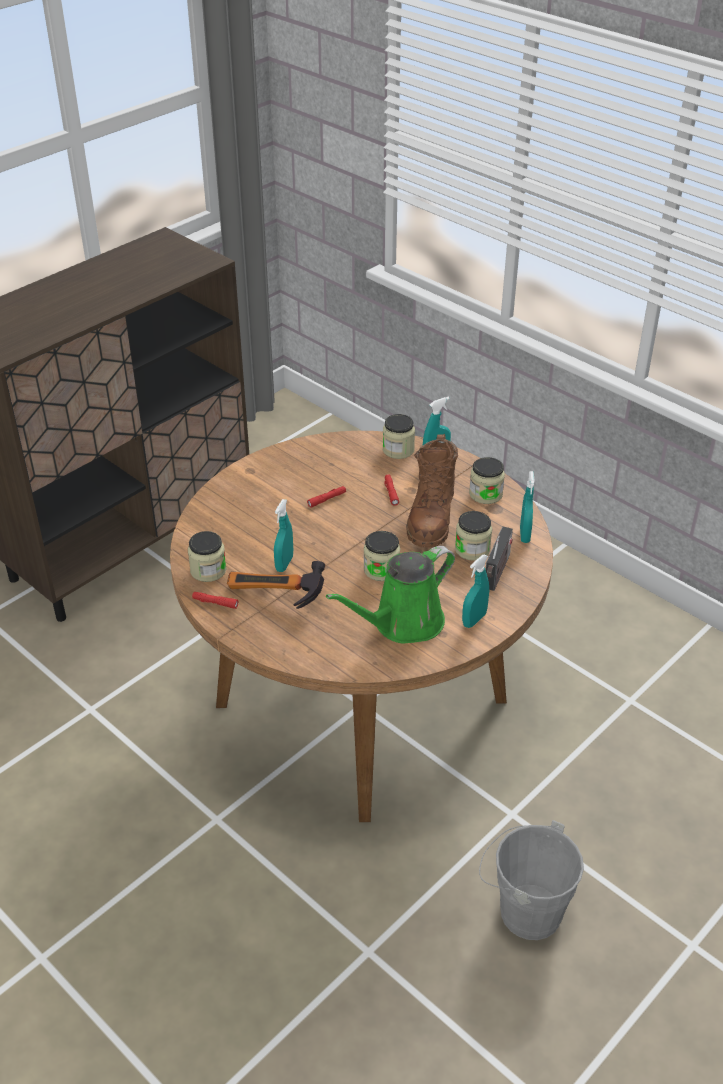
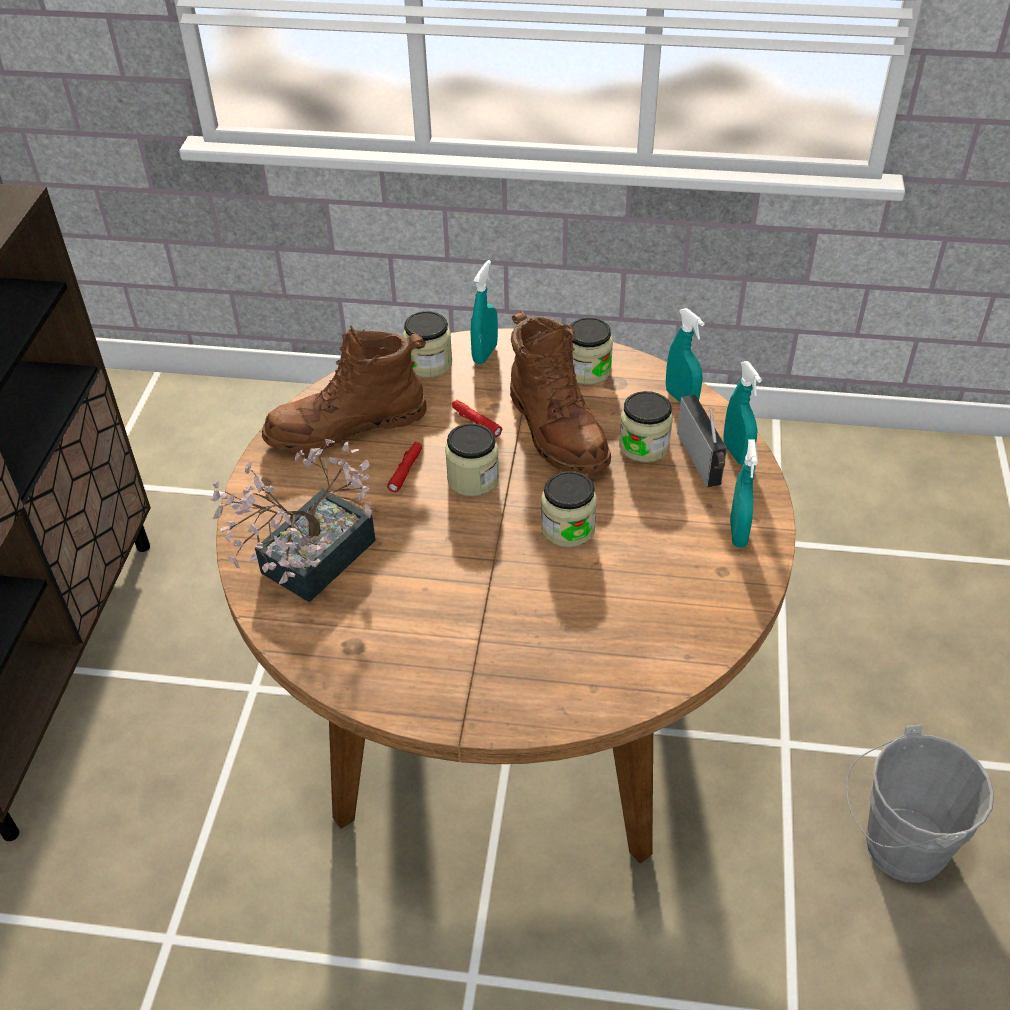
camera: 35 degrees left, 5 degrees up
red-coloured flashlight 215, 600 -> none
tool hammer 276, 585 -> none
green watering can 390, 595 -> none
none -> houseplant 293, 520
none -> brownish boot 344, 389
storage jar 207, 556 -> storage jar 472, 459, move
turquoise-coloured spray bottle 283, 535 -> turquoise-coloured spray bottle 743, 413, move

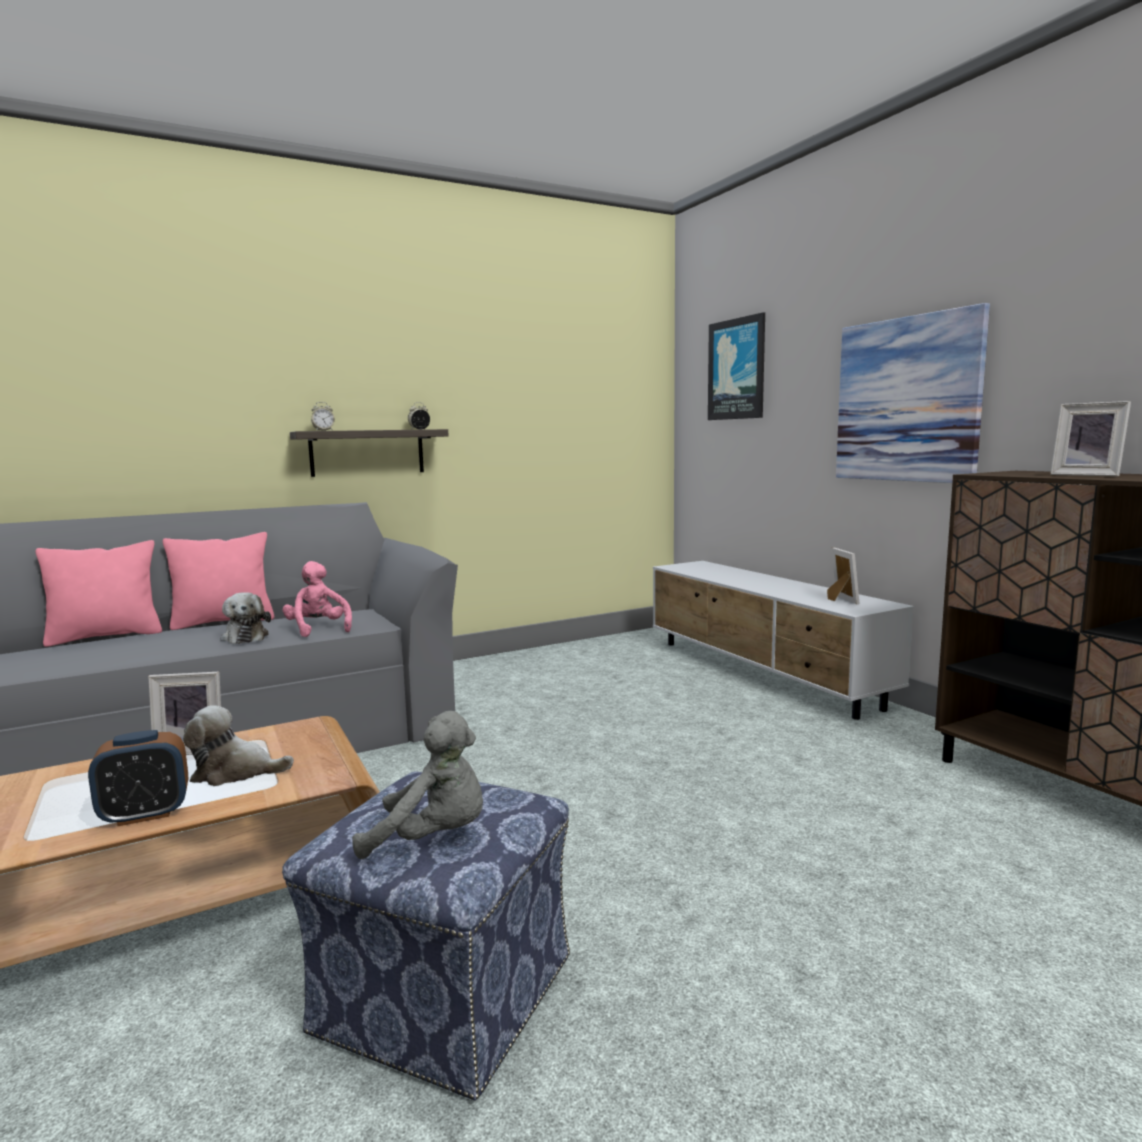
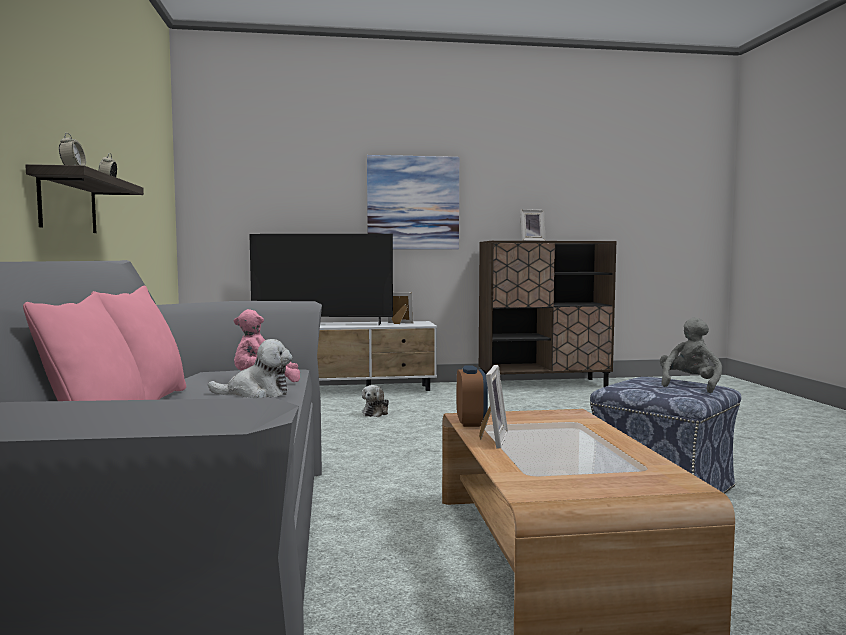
camera: 70 degrees left, 5 degrees down
wall picture 736, 366 -> none
none -> TV 321, 279
bedside clock 138, 778 -> bedside clock 472, 396, move
plush toy 238, 745 -> plush toy 375, 401, move

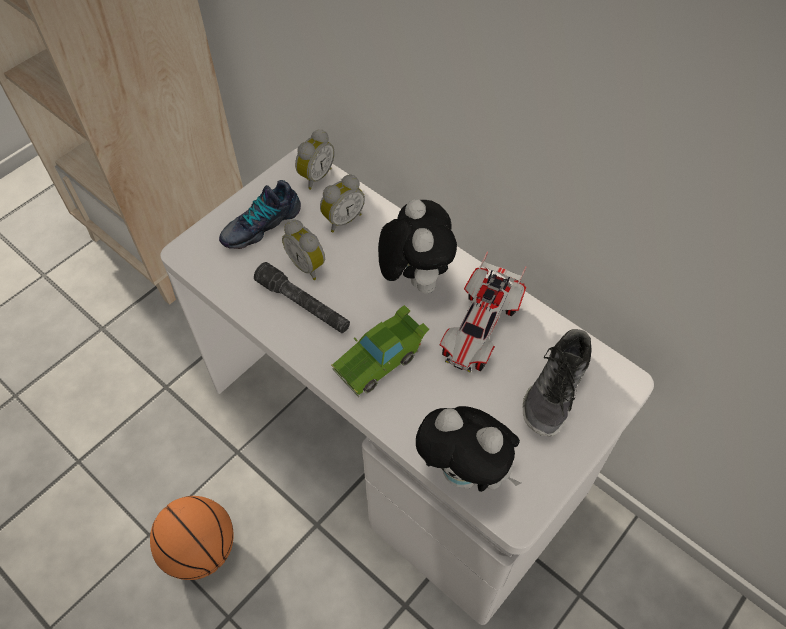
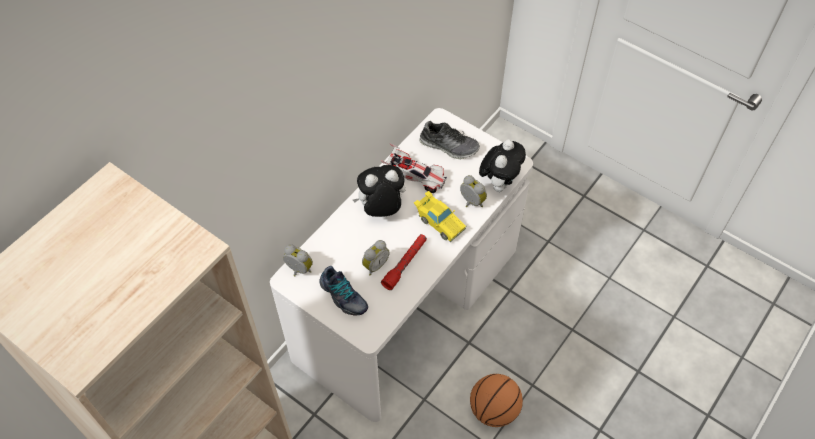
camera: 95 degrees left, 0 degrees up
bedside clock 342, 204 -> bedside clock 473, 191, move
grey flashlight 302, 297 -> red-coloured flashlight 404, 262
green miniature car 380, 351 -> yellow-coloured miniature car 440, 216

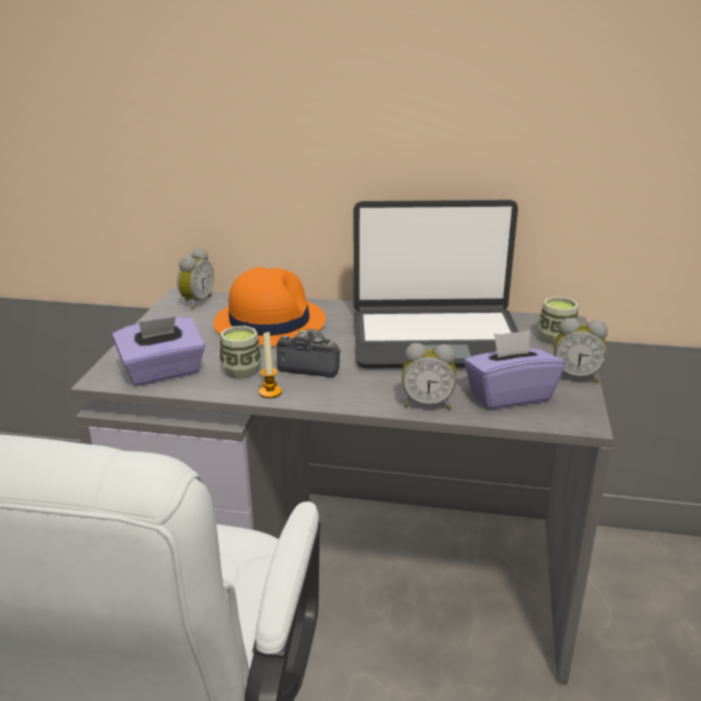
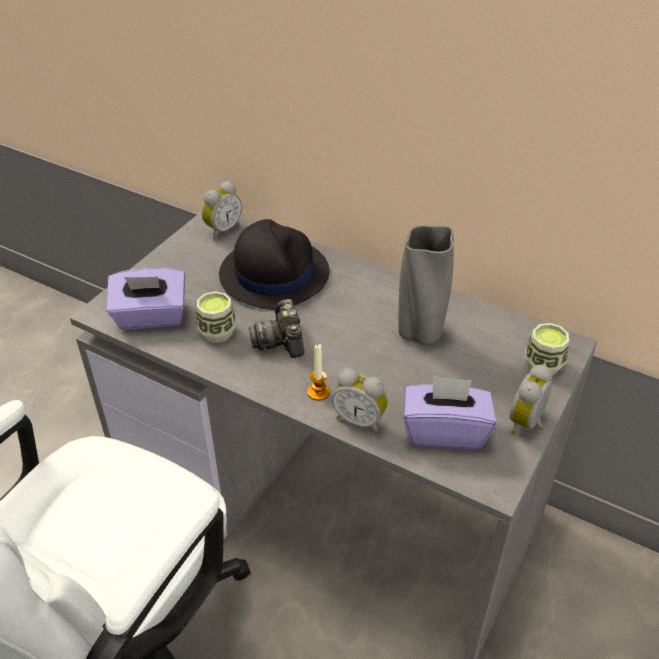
camera: 20 degrees right, 15 degrees up
wax candle 270, 364 -> wax candle 318, 372, move
notebook computer 436, 284 -> grey decorative vase 426, 285
orange-coloured wearable hat 269, 306 -> black-coloured wearable hat 274, 264
photo camera 309, 353 -> photo camera 276, 328, 135 degrees counterclockwise
bedside clock 581, 350 -> bedside clock 531, 399, 90 degrees clockwise

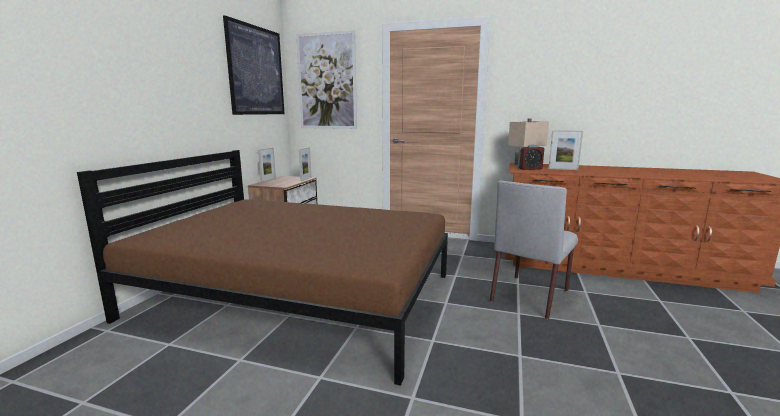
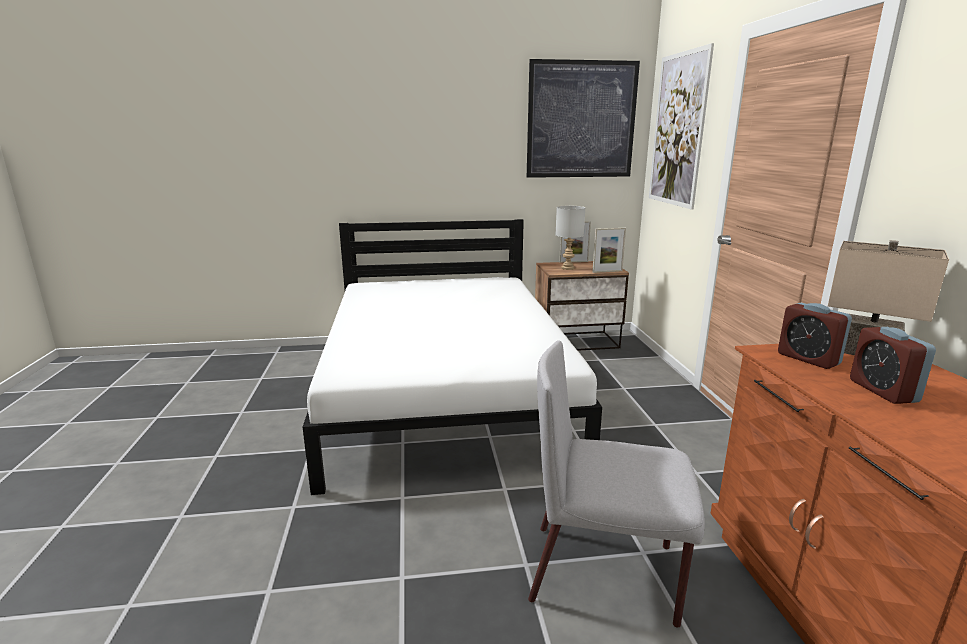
camera: 65 degrees right, 5 degrees up
none -> grey tabletop lamp 570, 238
standing frame 565, 150 -> bedside clock 893, 365
brownish sleeping bed 262, 268 -> white sleeping bed 452, 357

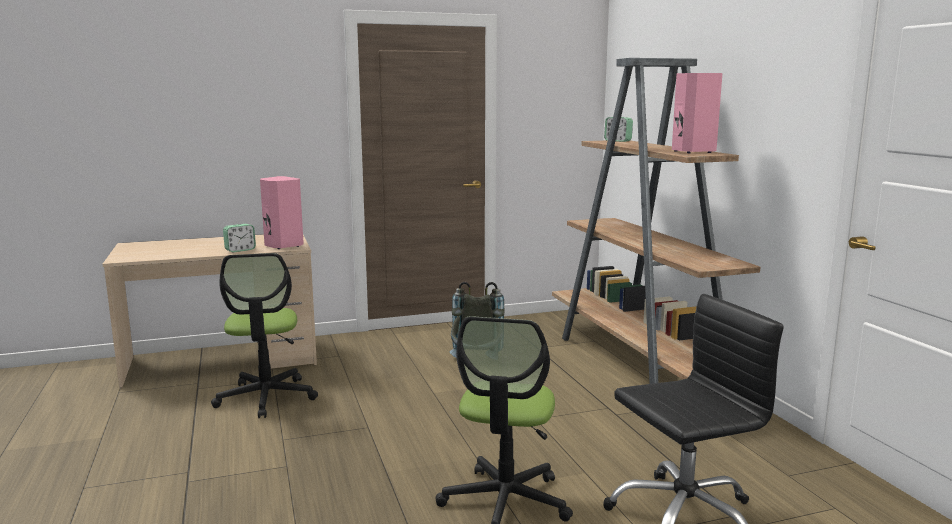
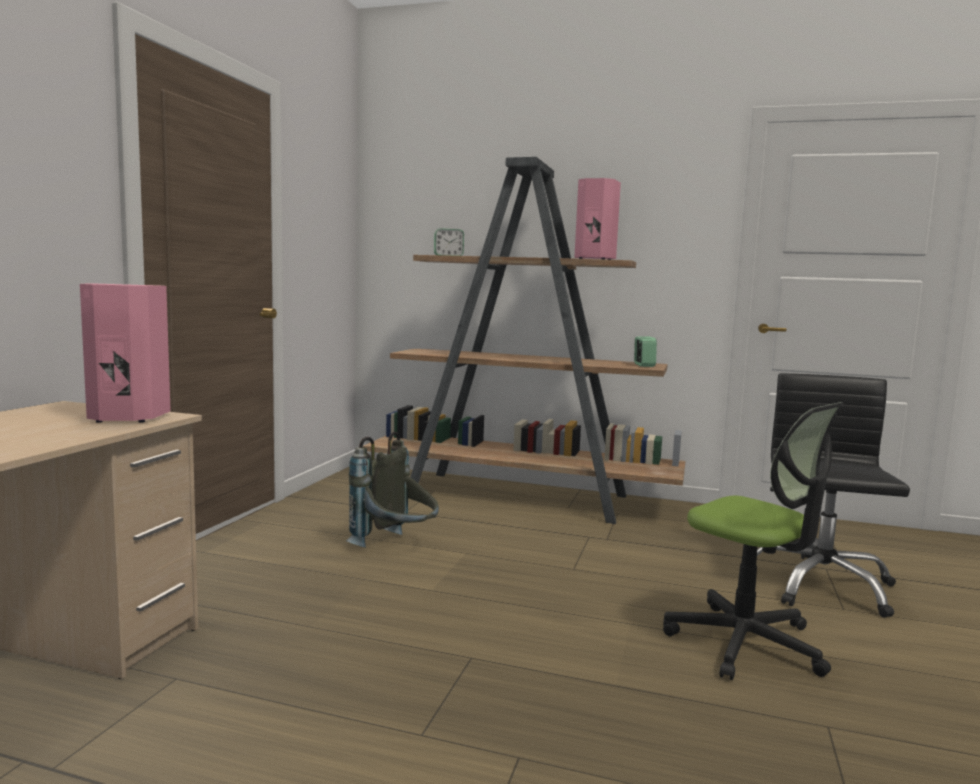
camera: 55 degrees left, 5 degrees down
desk chair 264, 335 -> none
bedside clock 239, 238 -> bedside clock 645, 351, move

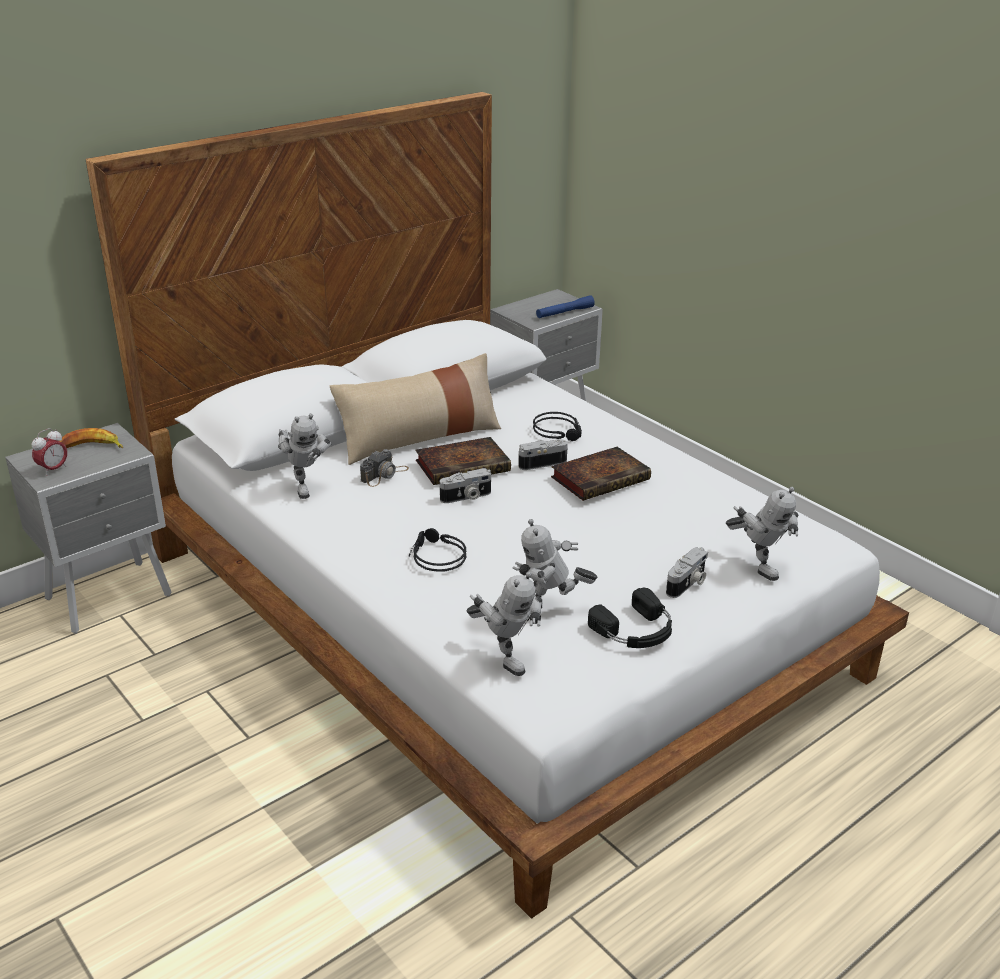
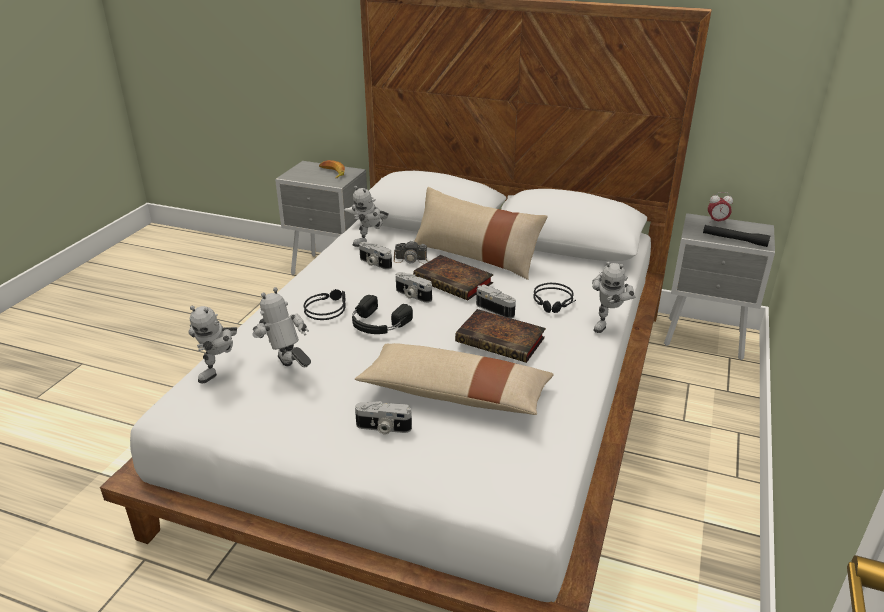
camera: 60 degrees right, 0 degrees up
none -> beige pillow 454, 379
none -> photo camera 375, 256
bedside clock 49, 452 -> bedside clock 720, 208, move
black-coloured headphones 630, 618 -> black-coloured headphones 382, 314, move
toy robot 762, 534 -> toy robot 613, 297, move
blue flashlight 565, 306 -> black-coloured flashlight 736, 236

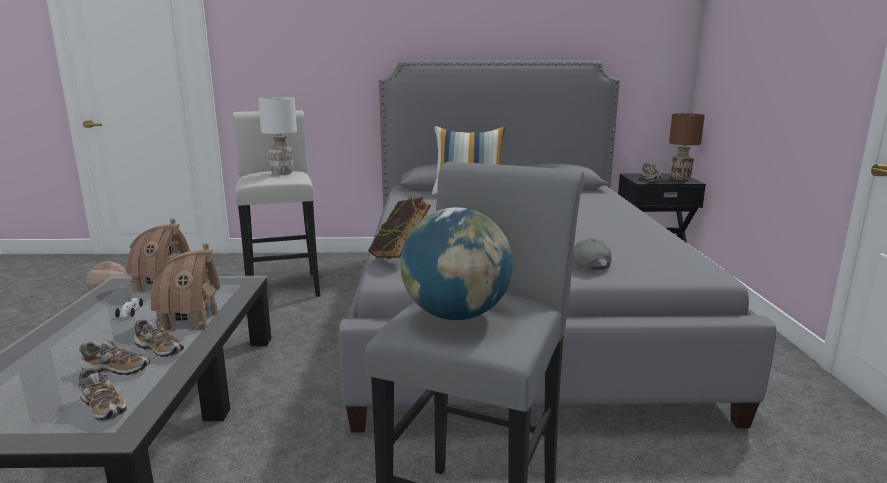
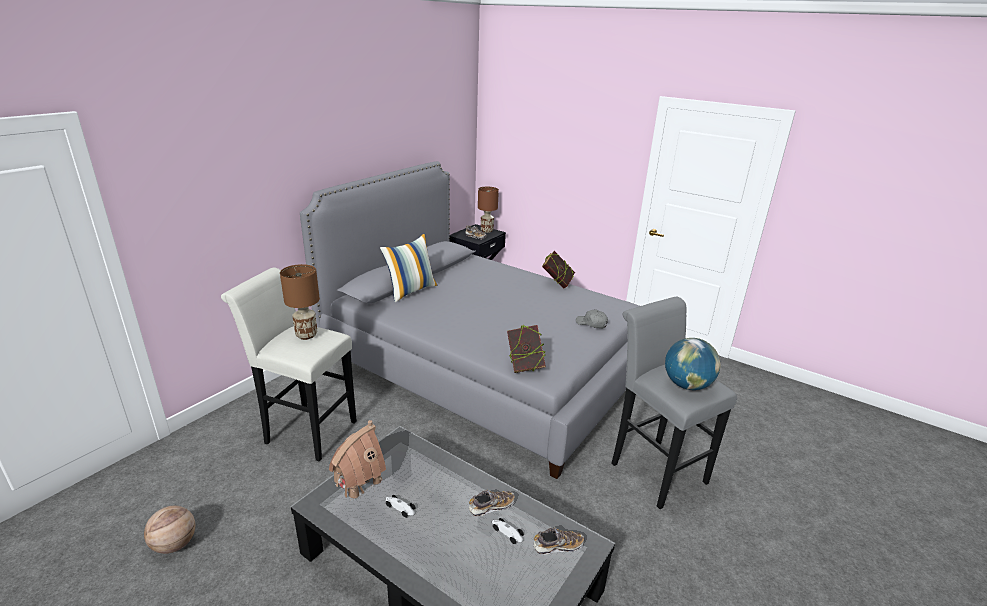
camera: 55 degrees left, 10 degrees up
model house 185, 287 -> none
none -> bound book 558, 270
item of footwear 114, 358 -> miniature car 508, 531
white tabletop lamp 277, 136 -> brownish tabletop lamp 300, 302

